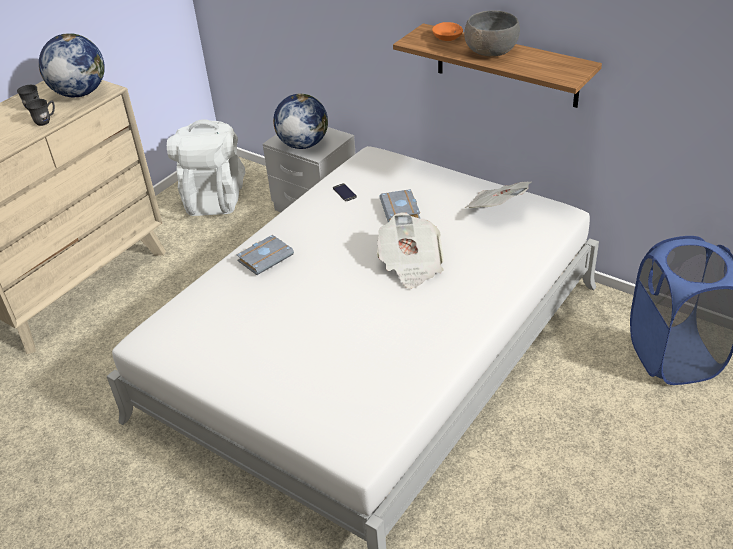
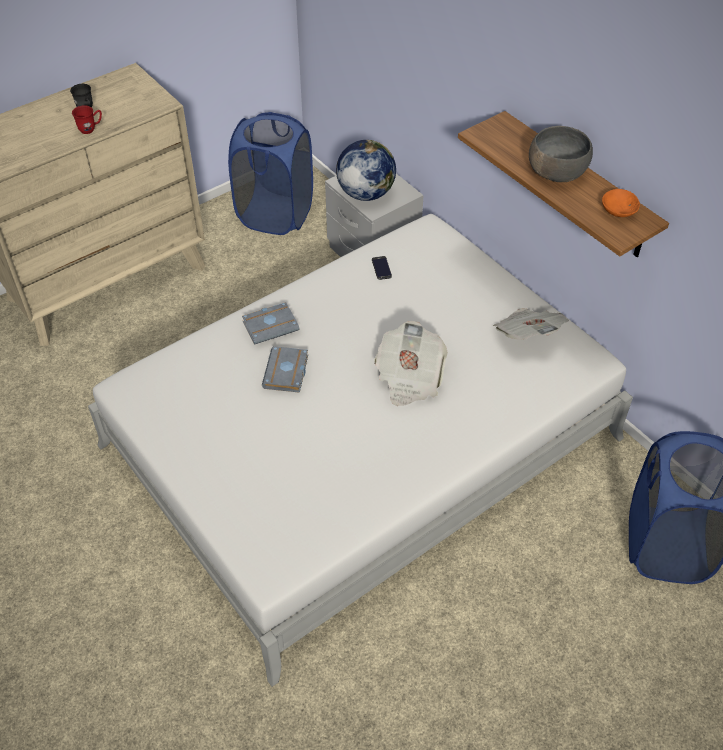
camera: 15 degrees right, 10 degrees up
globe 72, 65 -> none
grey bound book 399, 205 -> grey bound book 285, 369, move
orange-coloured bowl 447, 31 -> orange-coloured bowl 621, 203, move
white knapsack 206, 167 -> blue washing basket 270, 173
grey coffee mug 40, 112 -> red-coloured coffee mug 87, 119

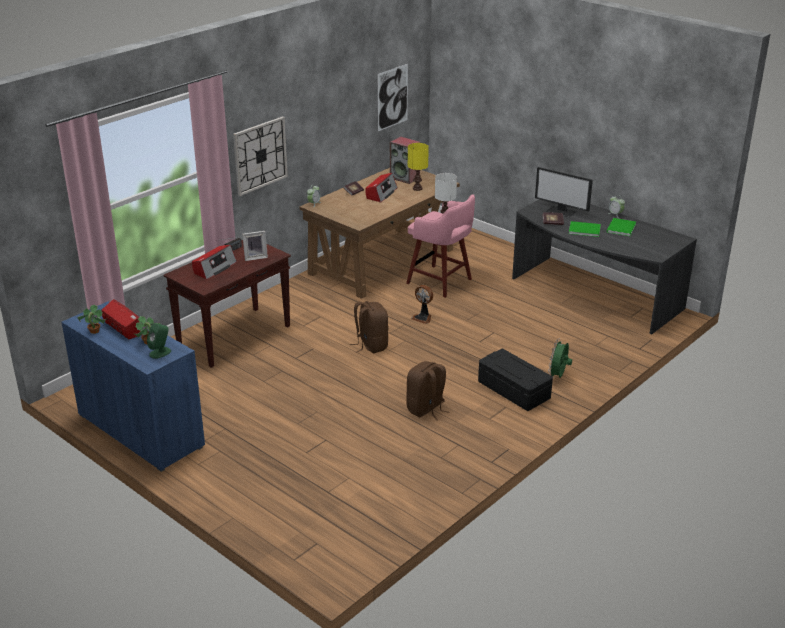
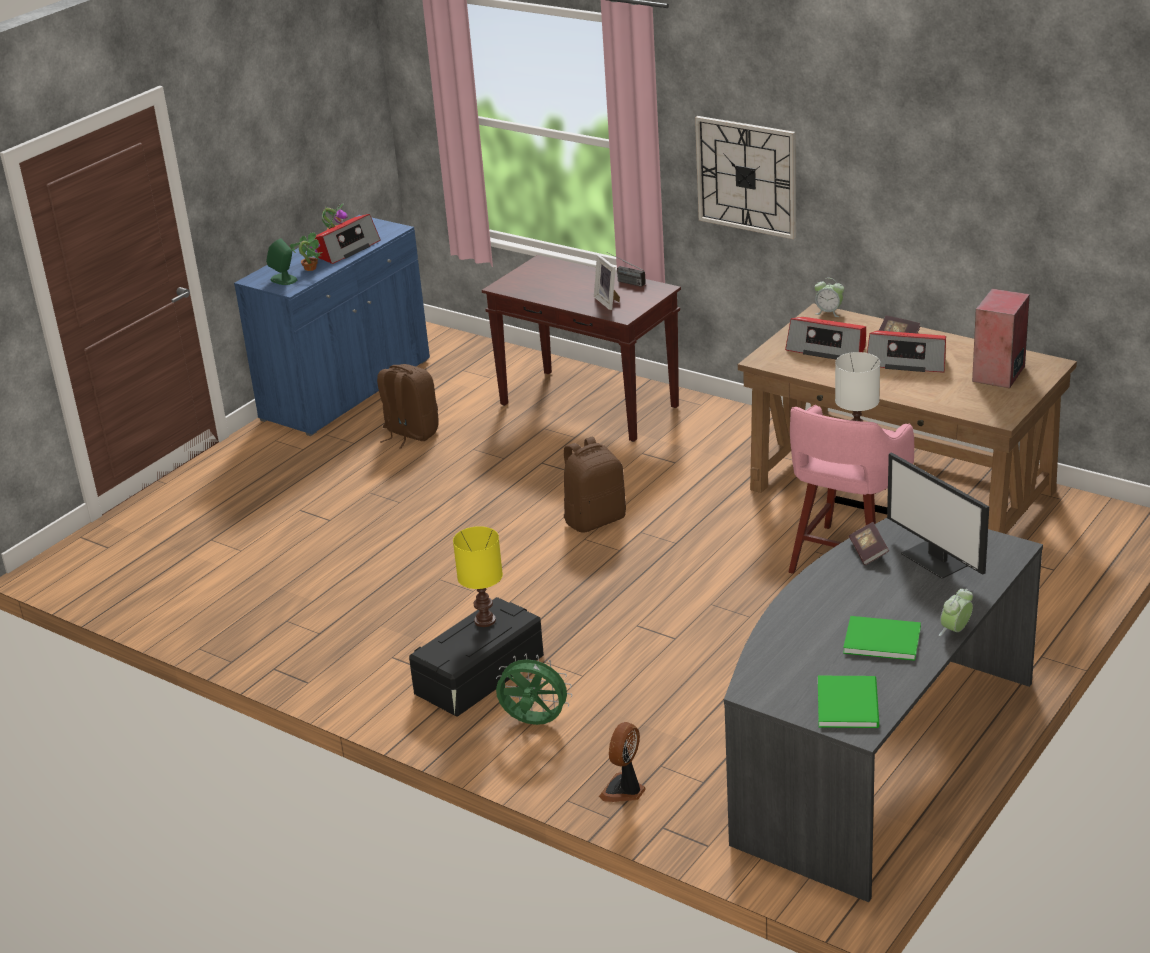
camera: 85 degrees right, 0 degrees up
wall picture 393, 97 -> none
radio receiver 214, 262 -> radio receiver 825, 338, move
brownish knapsack 427, 390 -> brownish knapsack 408, 406, move
yellow-coloured tabletop lamp 418, 167 -> yellow-coloured tabletop lamp 478, 576, move
cooling fan 422, 304 -> cooling fan 622, 762, move
green bound book 585, 229 -> green bound book 848, 702, move
monitor 564, 192 -> monitor 938, 515, 60 degrees counterclockwise

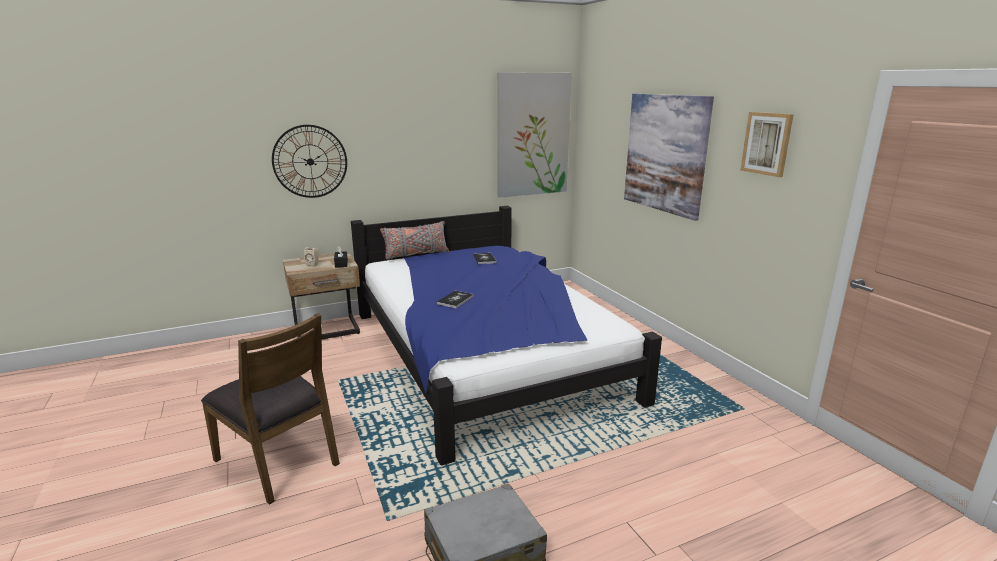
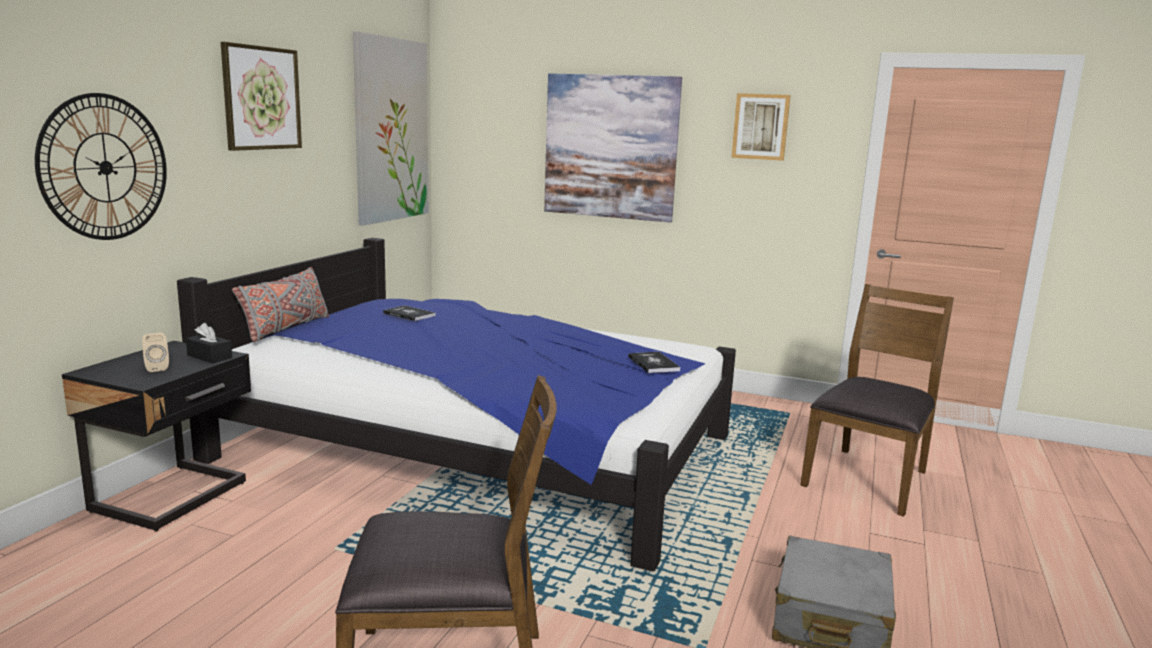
camera: 45 degrees left, 5 degrees down
none -> wall picture 261, 96
none -> brownish chair 877, 400
bound book 455, 299 -> bound book 654, 362, move
beige night table 321, 295 -> black-coloured night table 156, 436

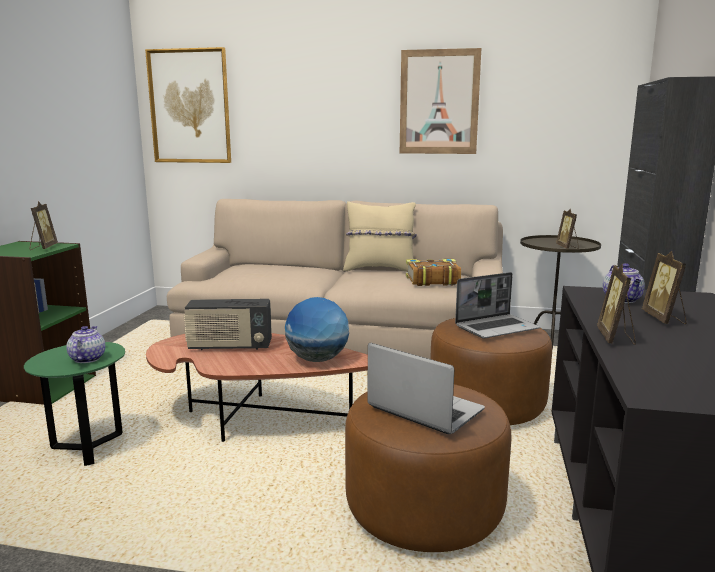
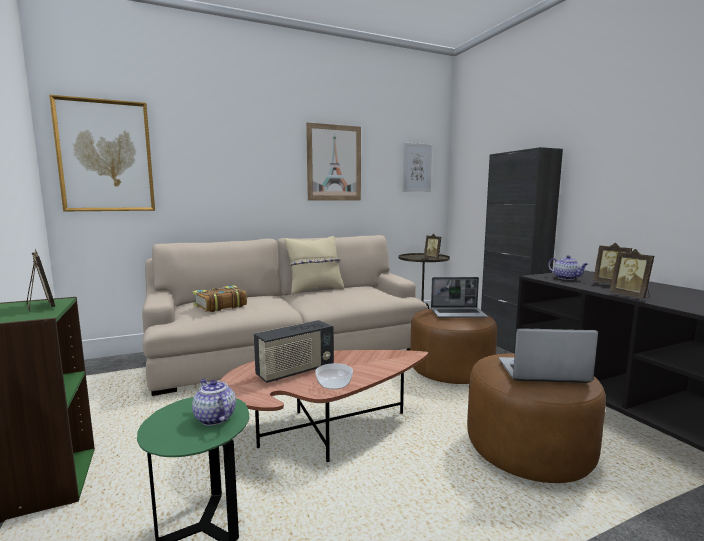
camera: 35 degrees left, 5 degrees down
globe 317, 329 -> none
none -> bowl 334, 376
none -> wall picture 417, 167
bound book 433, 272 -> bound book 220, 298, move
notebook computer 497, 305 -> notebook computer 459, 297, 60 degrees clockwise

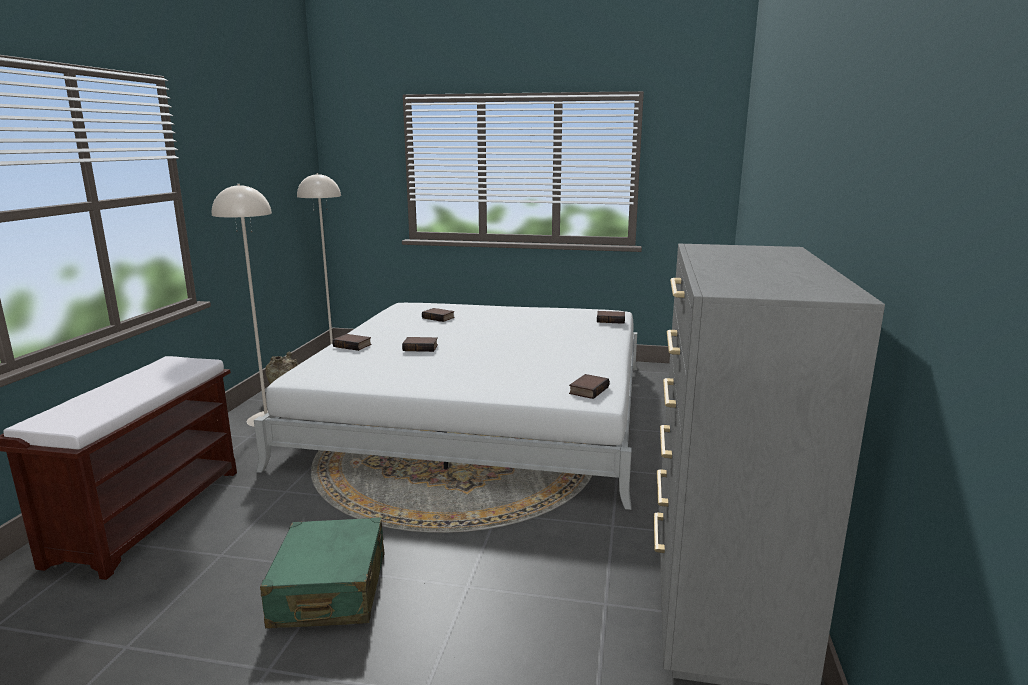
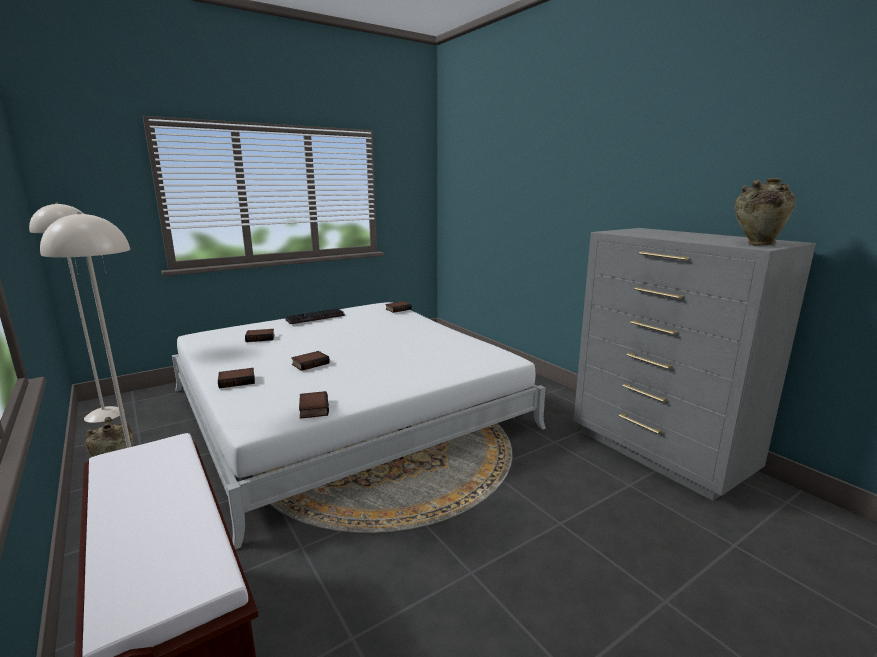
camera: 45 degrees left, 0 degrees up
green travel case 322, 572 -> none
none -> PC keyboard 315, 316
none -> beige decorative vase 765, 211
bound book 589, 386 -> bound book 314, 405, move

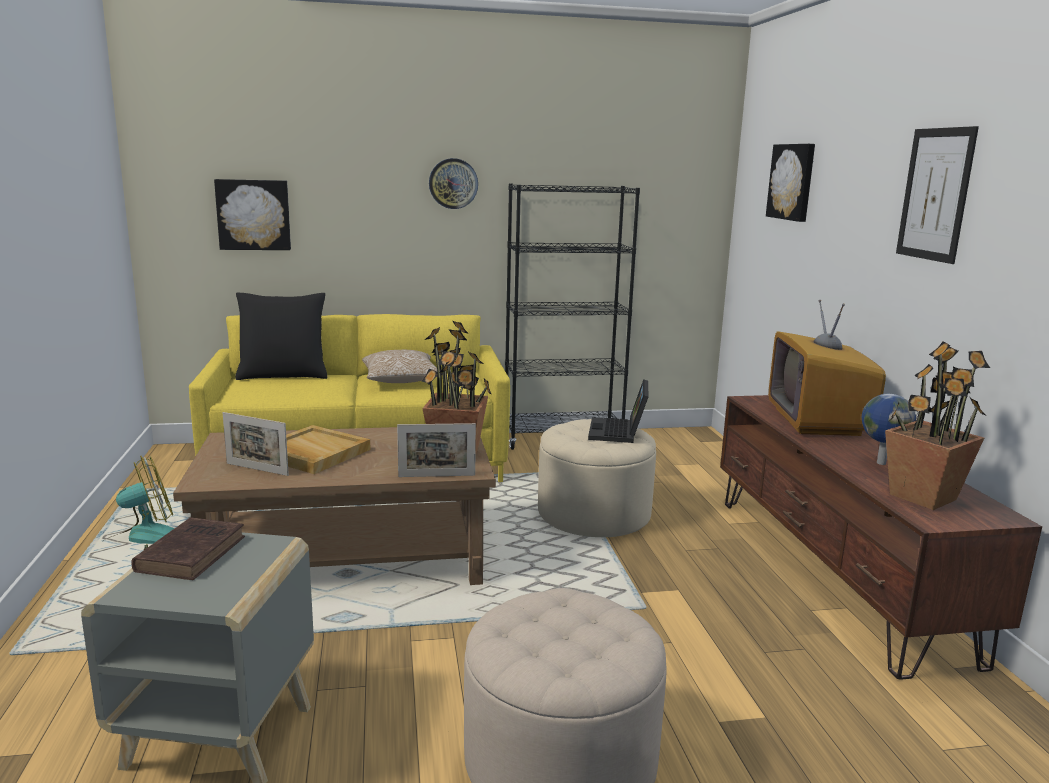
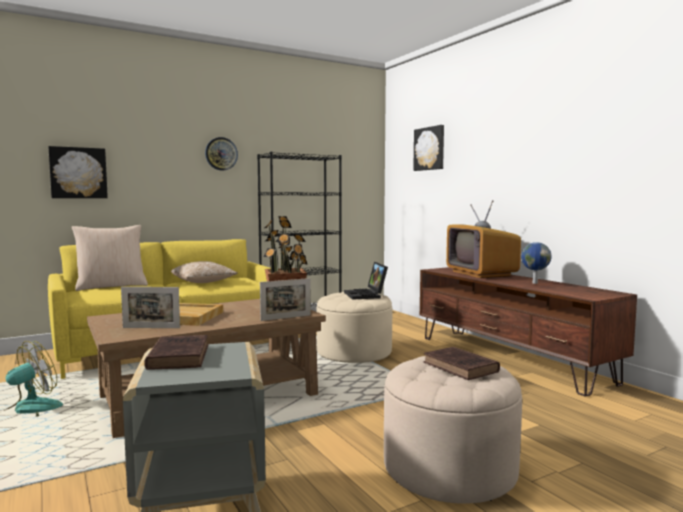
camera: 20 degrees left, 10 degrees down
houseplant 937, 425 -> none
wall picture 937, 195 -> none
none -> brownish bound book 462, 363
black-coloured pillow 281, 336 -> beige pillow 110, 258

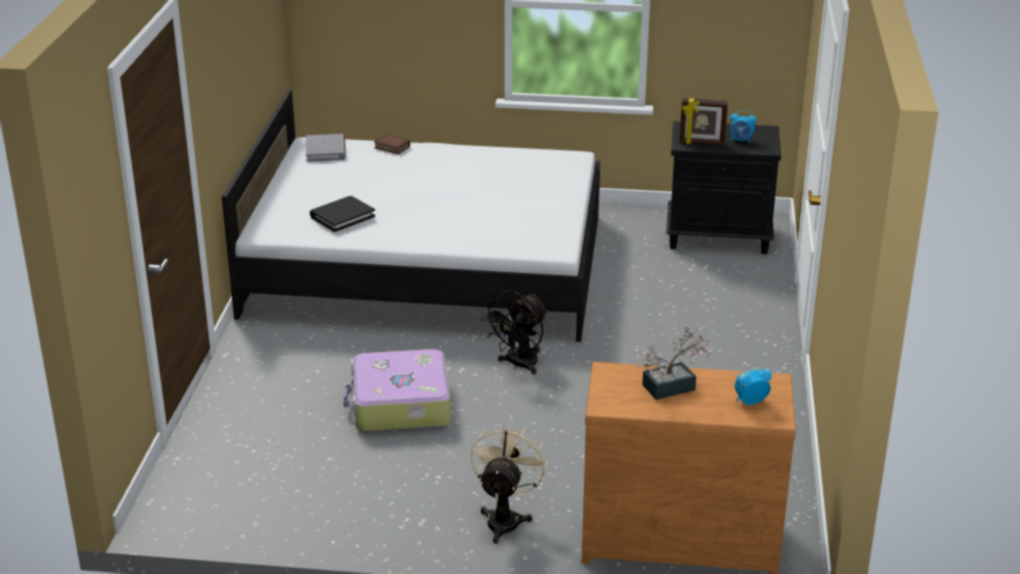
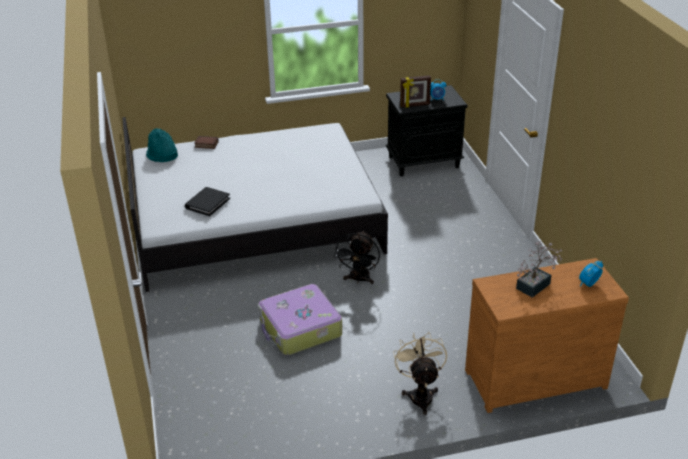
camera: 20 degrees left, 5 degrees up
grey bound book 326, 148 -> turquoise-coloured wearable hat 162, 145

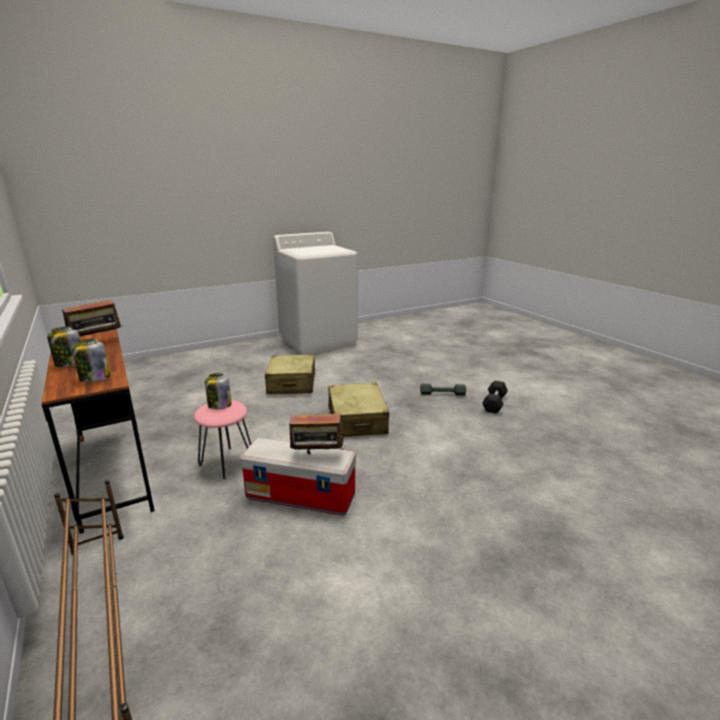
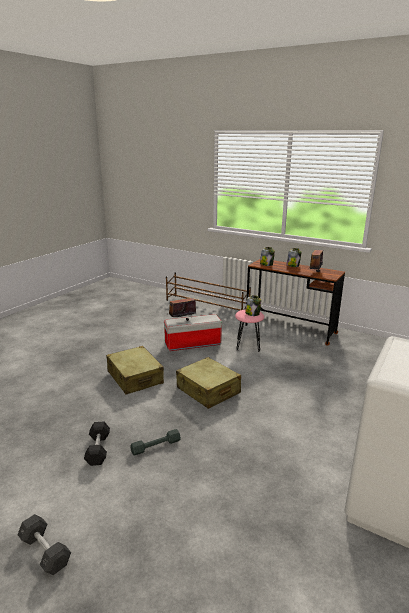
camera: 150 degrees right, 0 degrees up
none -> grey free weight 44, 544
beige travel case 290, 374 -> beige travel case 135, 370, move

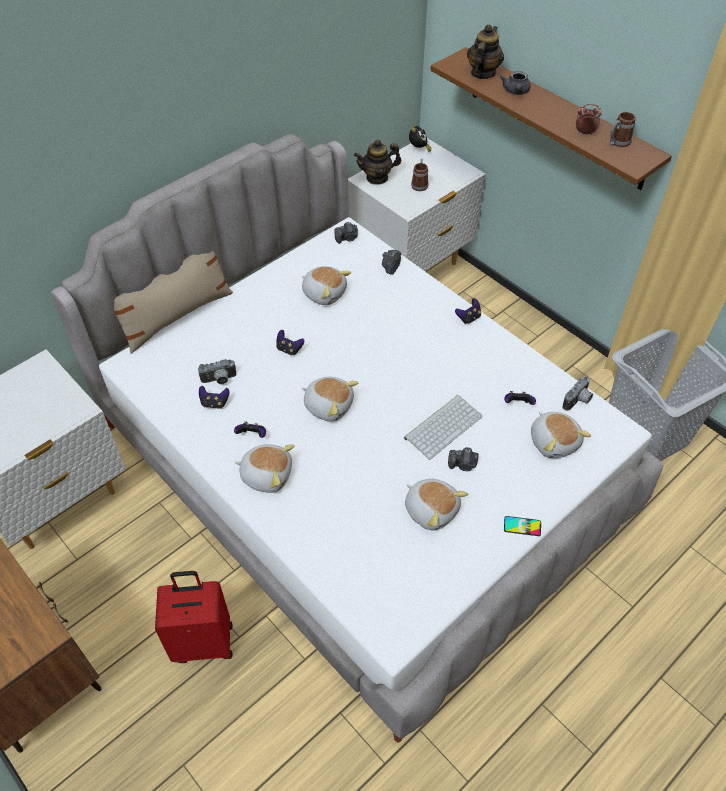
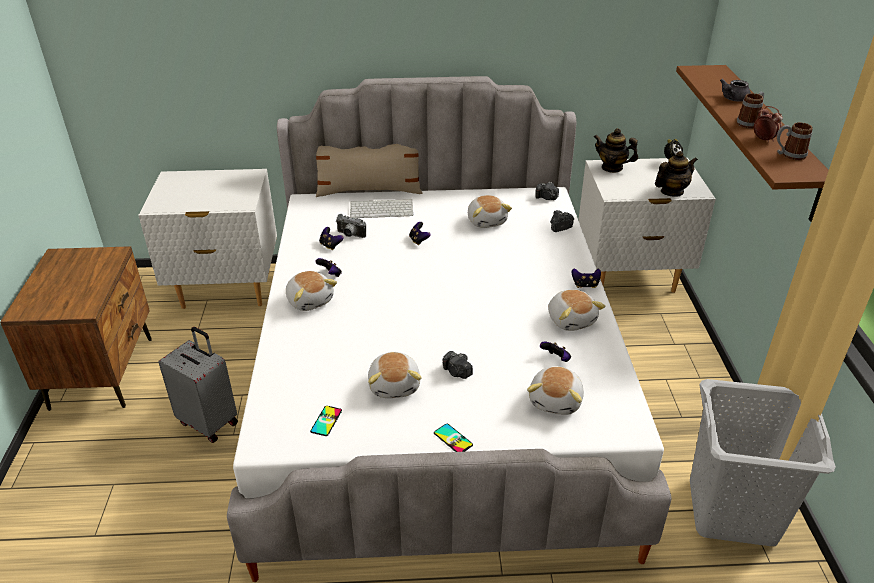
camera: 40 degrees right, 15 degrees down
photo camera 577, 394 -> none
none -> telephone 326, 421
plush toy 330, 399 -> plush toy 576, 310, move
PC keyboard 443, 427 -> PC keyboard 381, 208, move
coffee mug 420, 175 -> coffee mug 750, 110, move
tea pot 485, 52 -> tea pot 676, 174, move
red-coloured travel case 194, 617 -> grey travel case 198, 385

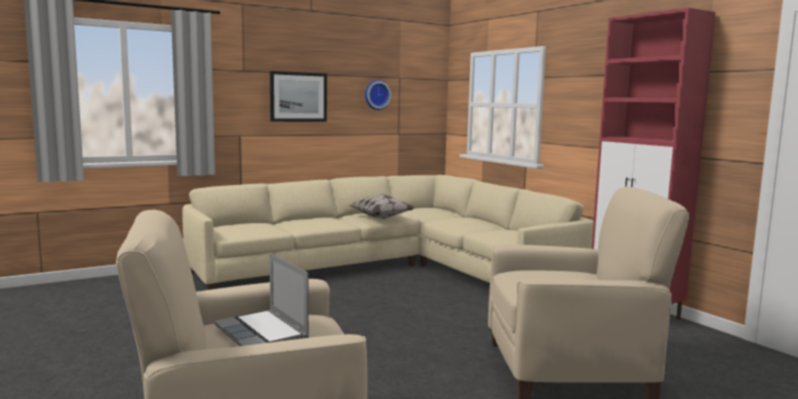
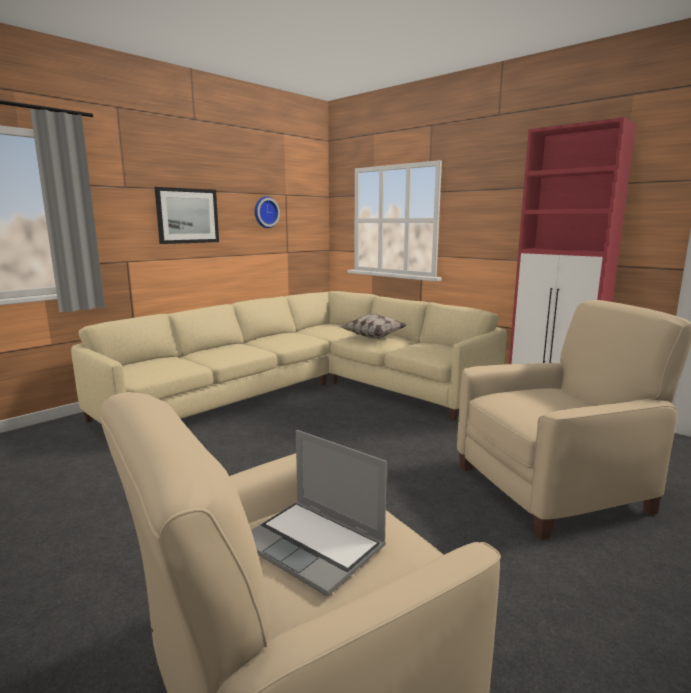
camera: 15 degrees left, 5 degrees up
pillow 382, 206 -> pillow 373, 326, move

